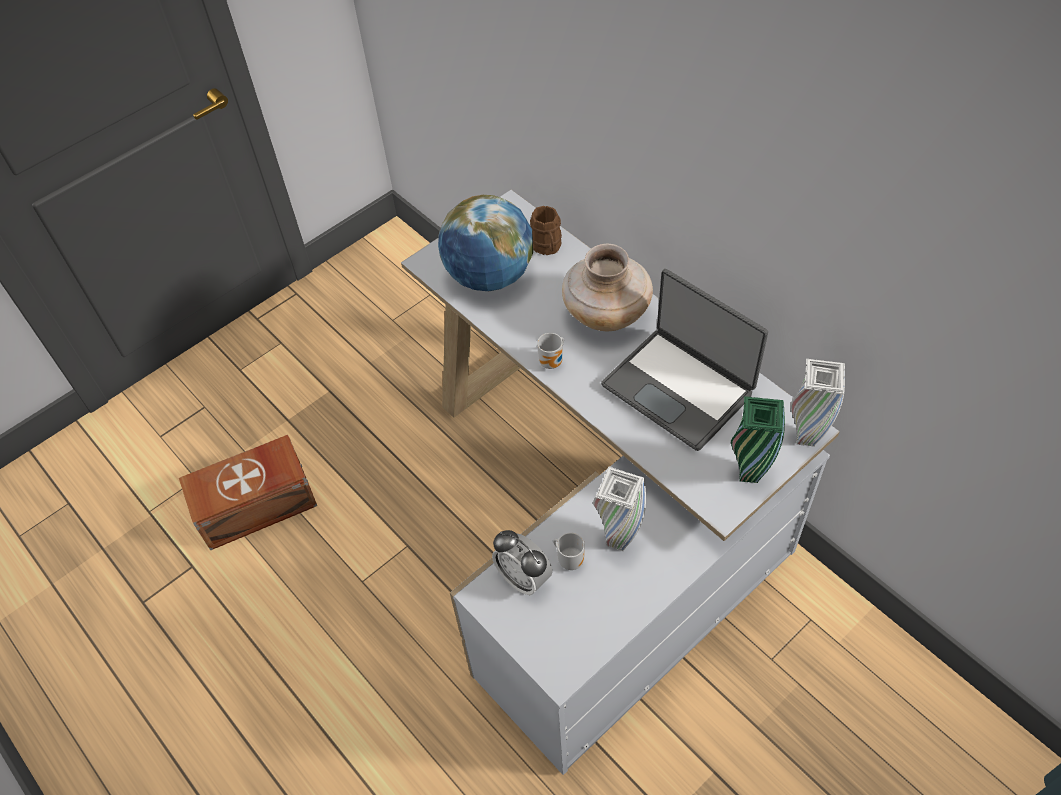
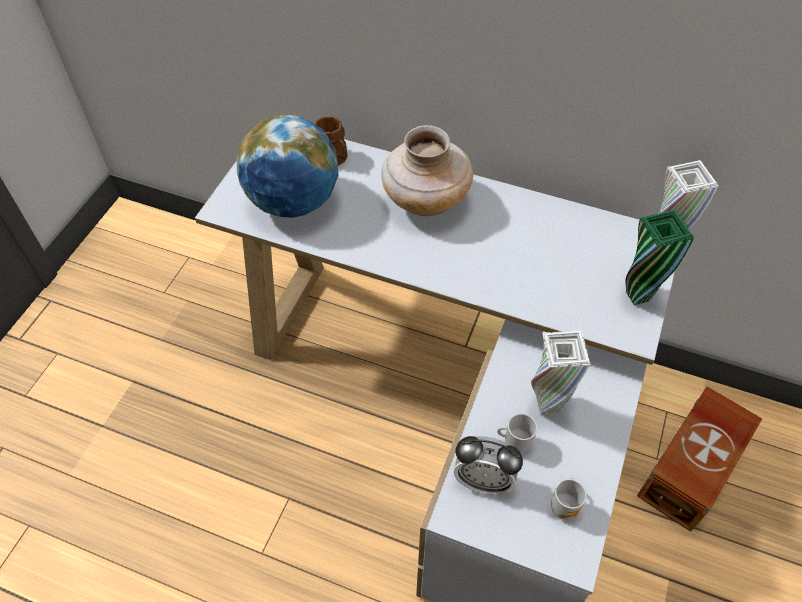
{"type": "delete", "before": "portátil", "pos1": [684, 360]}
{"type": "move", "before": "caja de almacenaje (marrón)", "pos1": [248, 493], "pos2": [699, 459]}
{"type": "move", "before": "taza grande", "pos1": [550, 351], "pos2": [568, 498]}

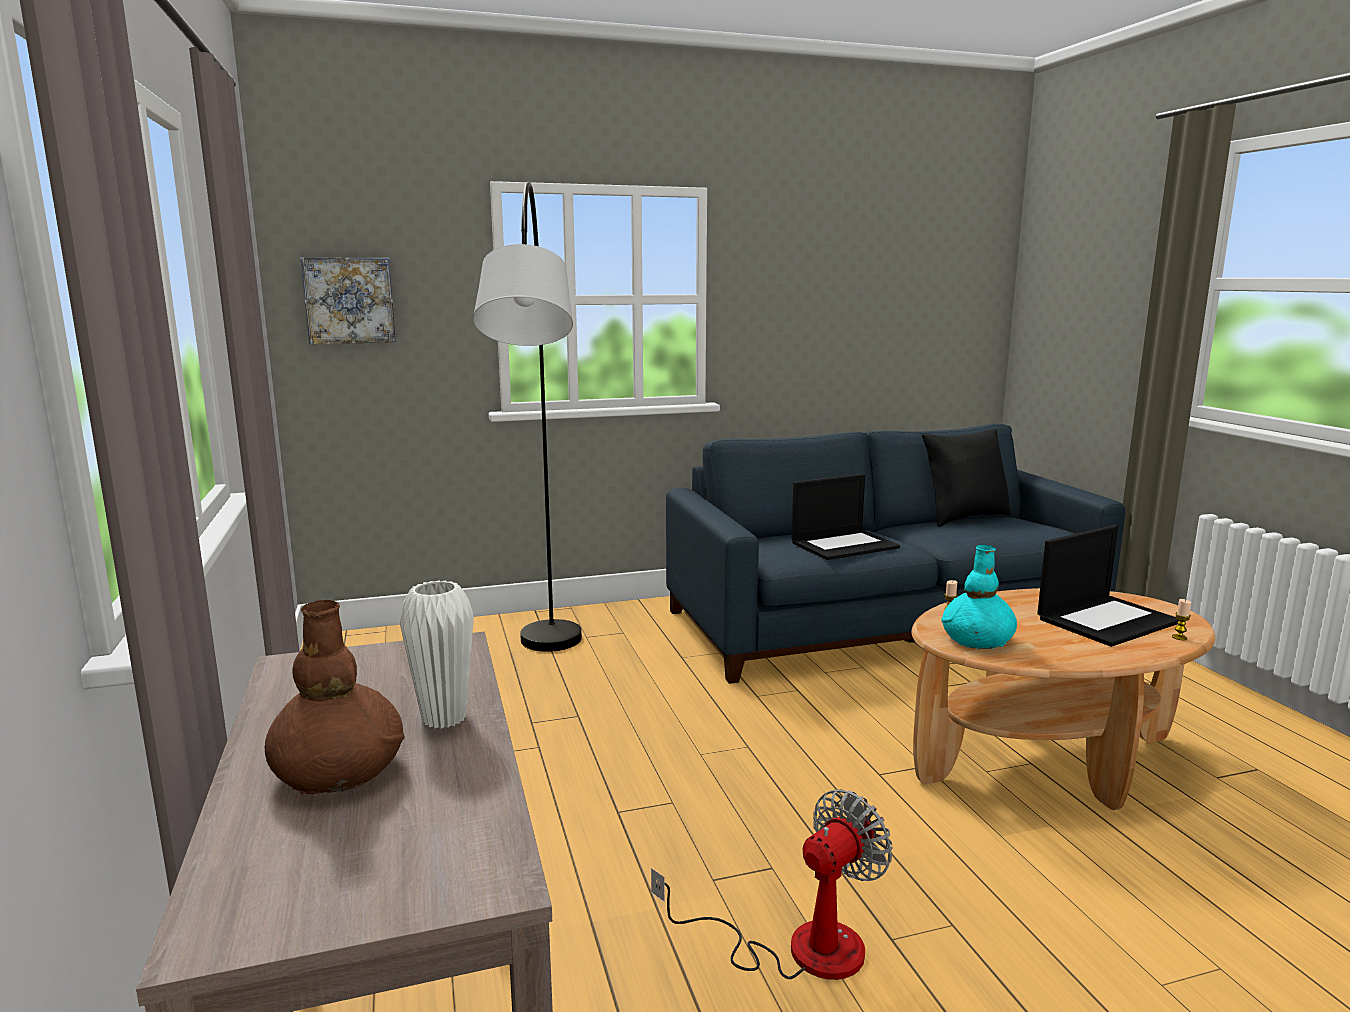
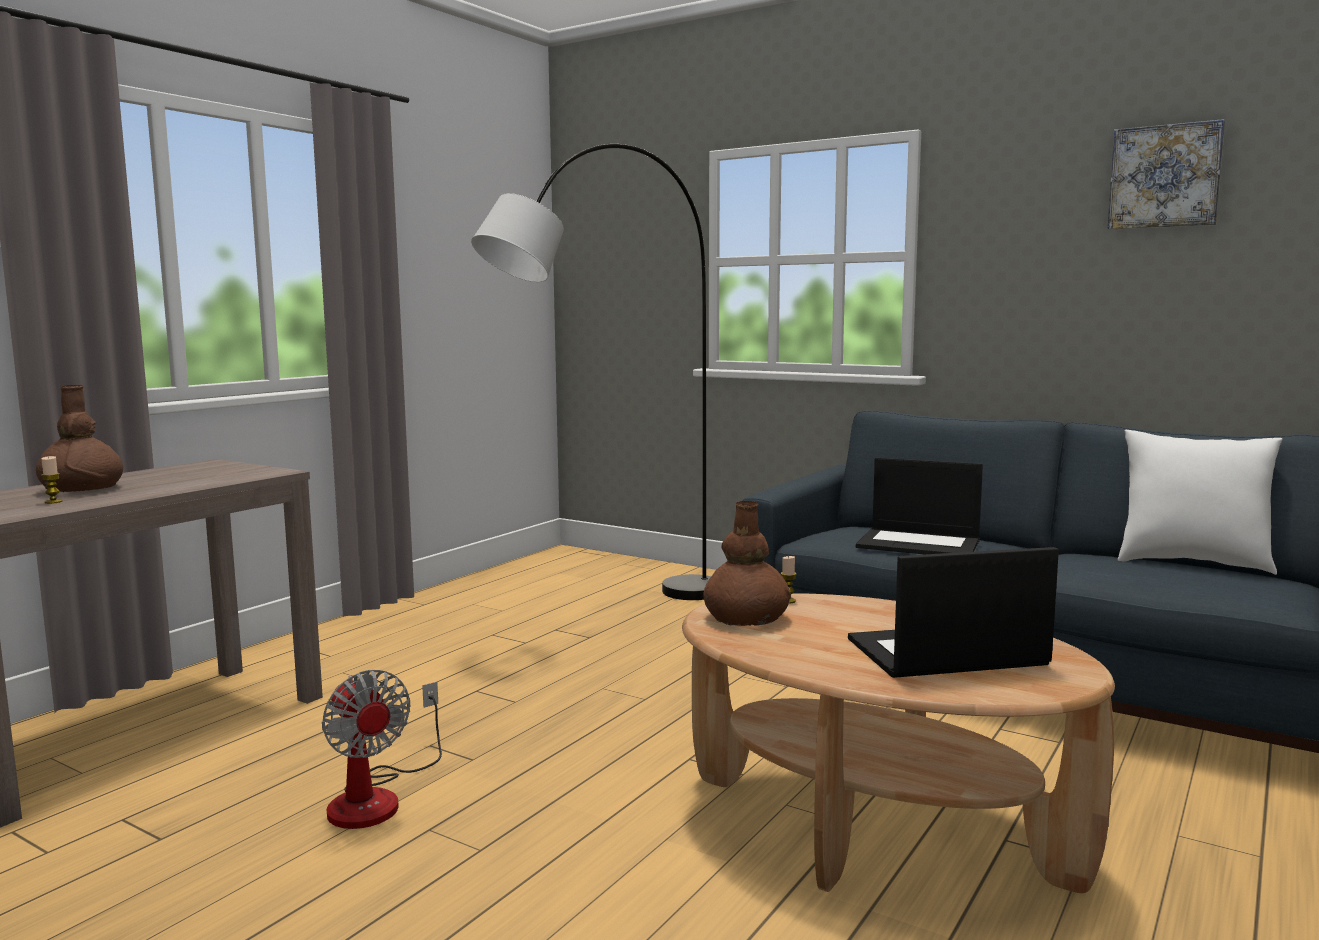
{"type": "delete", "before": "florero (blanco)", "pos1": [437, 654]}
{"type": "move", "before": "cuadro", "pos1": [348, 300], "pos2": [1166, 174]}
{"type": "move", "before": "vela", "pos1": [1181, 619], "pos2": [52, 480]}
{"type": "recolor", "before": "cojín (negro)", "after": "cojín (blanco)", "pos1": [966, 478], "pos2": [1200, 502]}
{"type": "recolor", "before": "florero (turquesa)", "after": "florero (marrón)", "pos1": [979, 597], "pos2": [747, 563]}
{"type": "rotate", "before": "ventilador", "pos1": [772, 884], "pos2": [382, 749], "turn": 45}
{"type": "rotate", "before": "portátil", "pos1": [1108, 586], "pos2": [953, 612], "turn": 150}

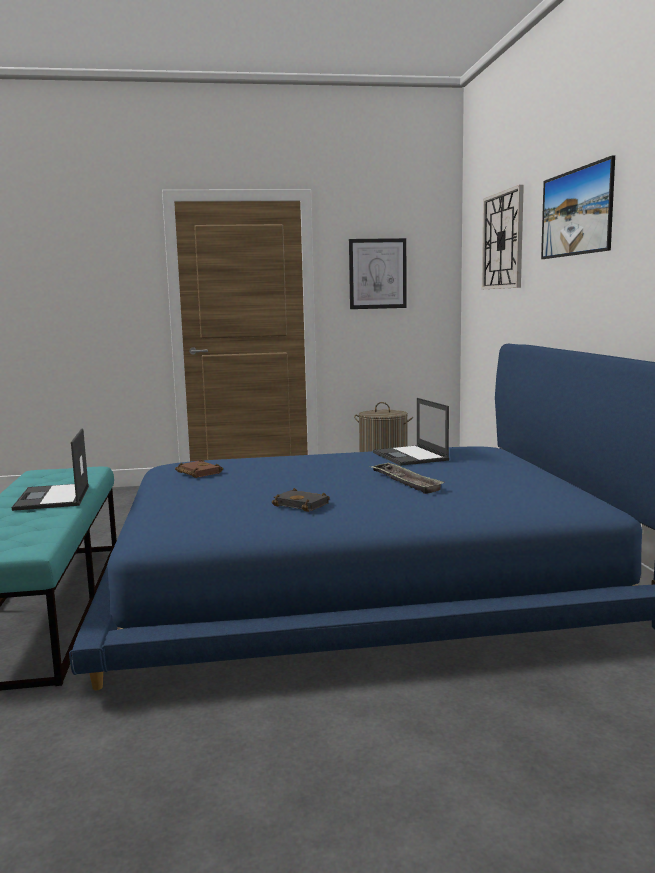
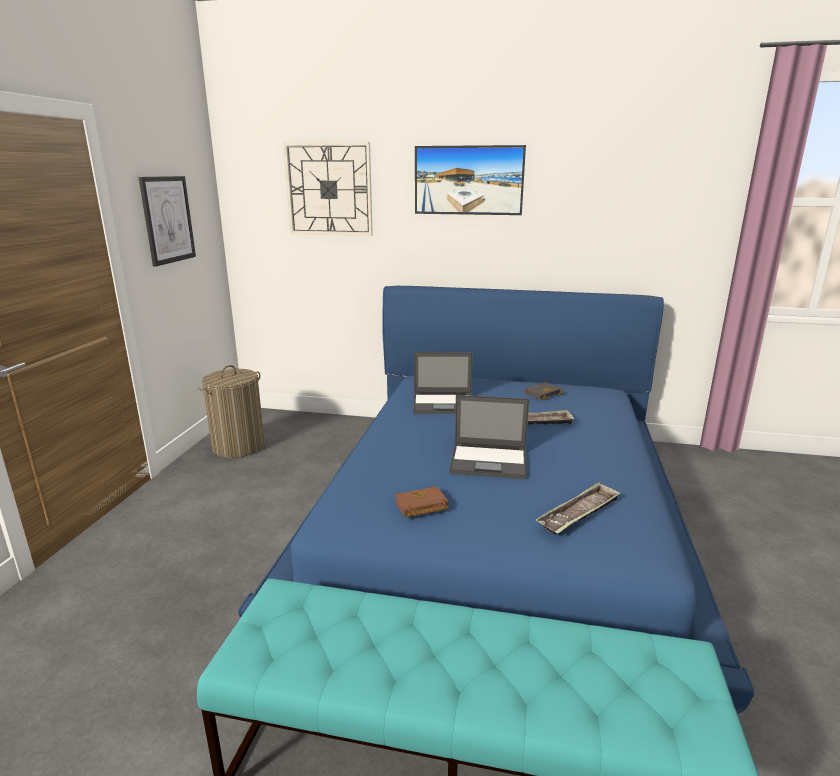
{"type": "insert", "after": "bandeja", "pos2": [578, 508]}
{"type": "move", "before": "portátil", "pos1": [50, 469], "pos2": [489, 437]}
{"type": "move", "before": "libro (negro)", "pos1": [301, 500], "pos2": [544, 391]}

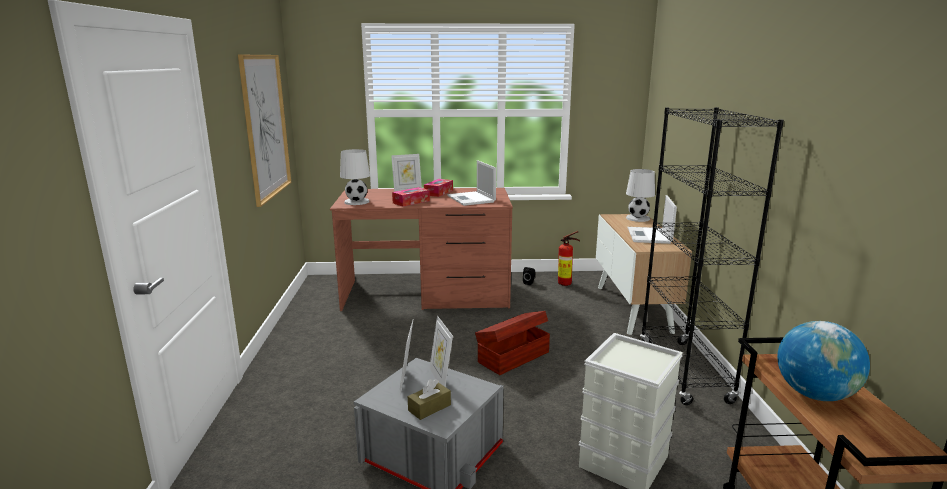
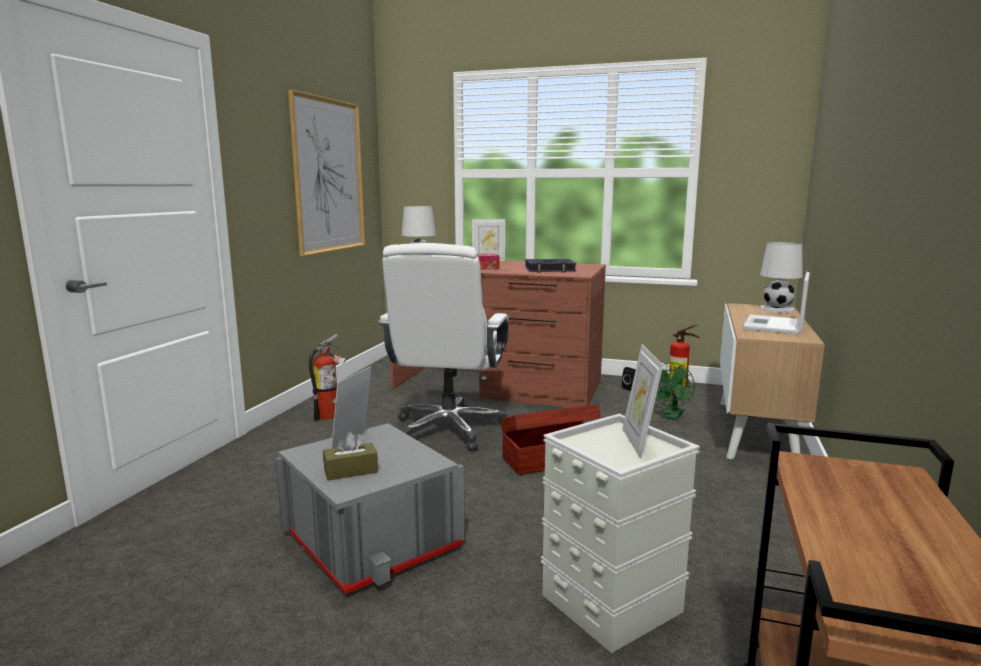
{"type": "delete", "before": "caja de pañuelos", "pos1": [438, 188]}
{"type": "delete", "before": "estantería (negro)", "pos1": [712, 256]}
{"type": "delete", "before": "globo terráqueo", "pos1": [823, 361]}
{"type": "insert", "after": "extintor", "pos2": [328, 377]}
{"type": "insert", "after": "silla de oficina (blanco)", "pos2": [443, 347]}
{"type": "insert", "after": "ventilador (verde)", "pos2": [675, 391]}
{"type": "move", "before": "portarretratos", "pos1": [441, 351], "pos2": [642, 401]}
{"type": "replace", "before": "portátil", "after": "libro", "pos1": [471, 183], "pos2": [551, 266]}

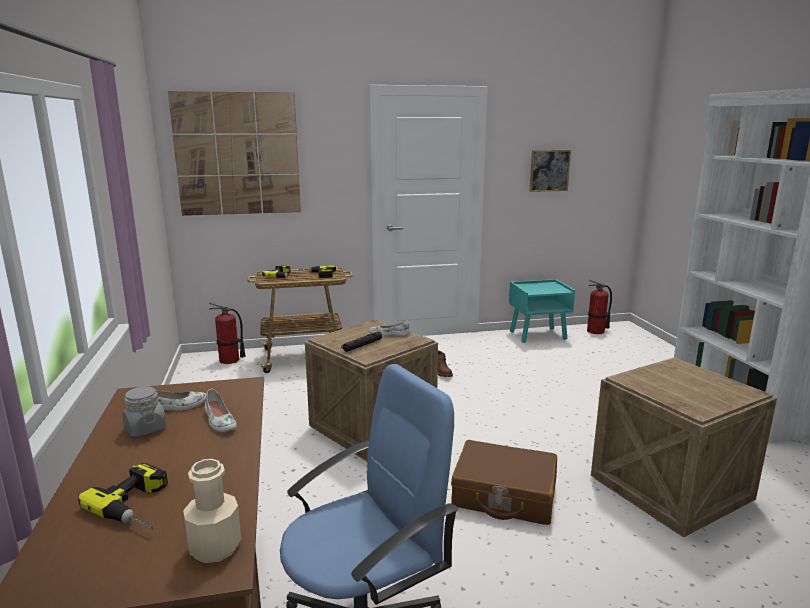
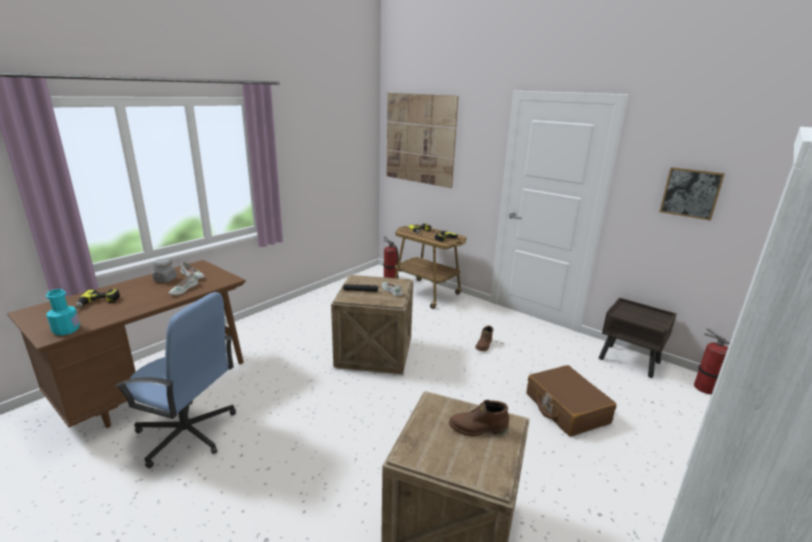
{"type": "insert", "after": "bota (marrón)", "pos2": [479, 418]}
{"type": "move", "before": "maleta (marrón)", "pos1": [504, 482], "pos2": [571, 401]}
{"type": "recolor", "before": "botella (beis)", "after": "botella (turquesa)", "pos1": [212, 511], "pos2": [63, 312]}
{"type": "recolor", "before": "mesita de noche (turquesa)", "after": "mesita de noche (marrón)", "pos1": [542, 311], "pos2": [638, 338]}

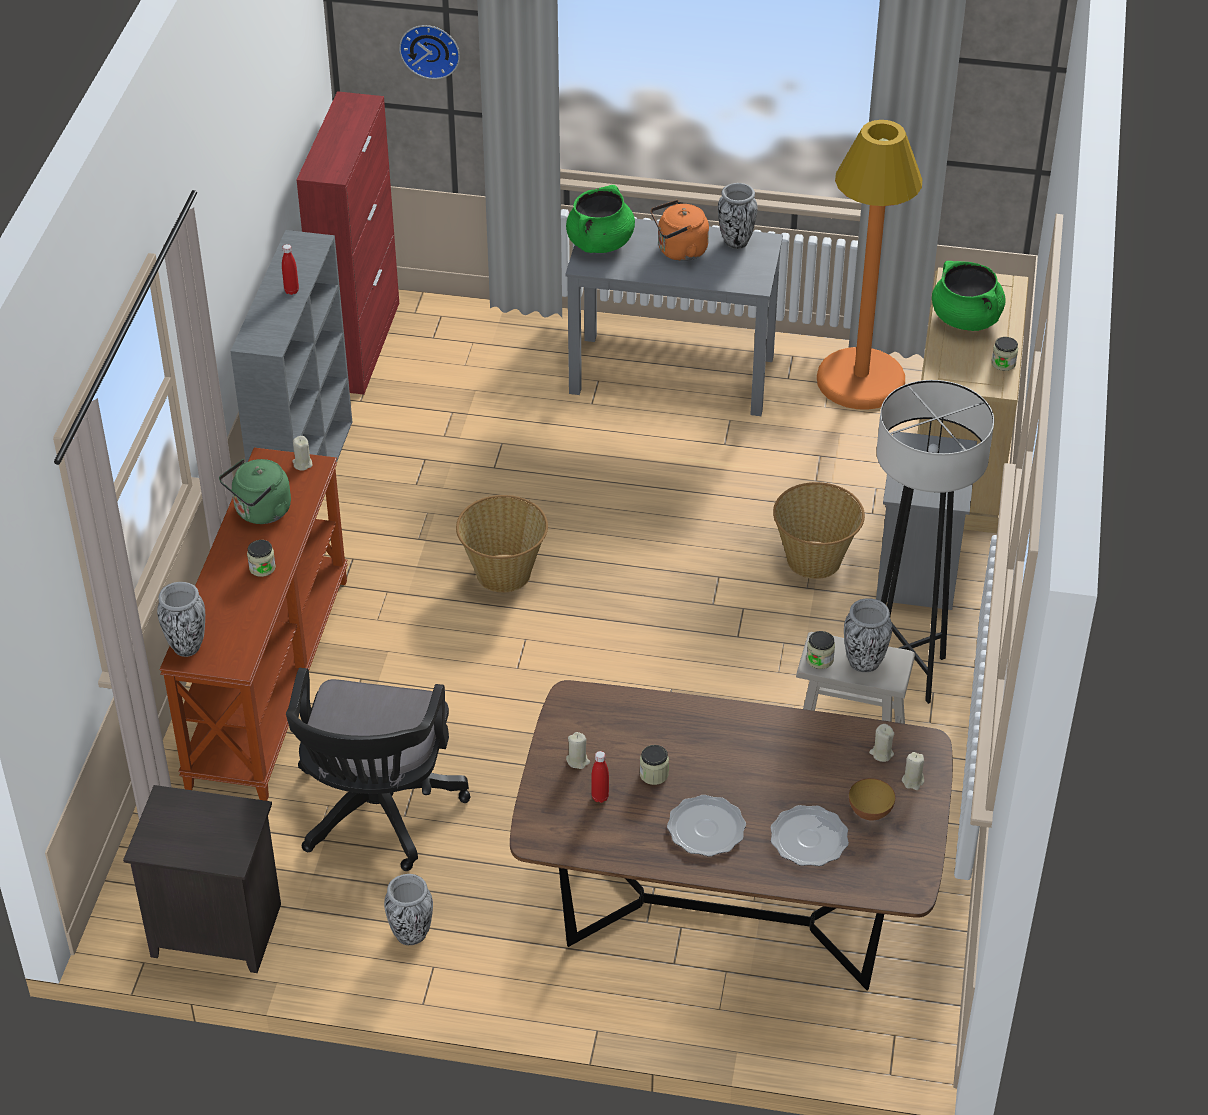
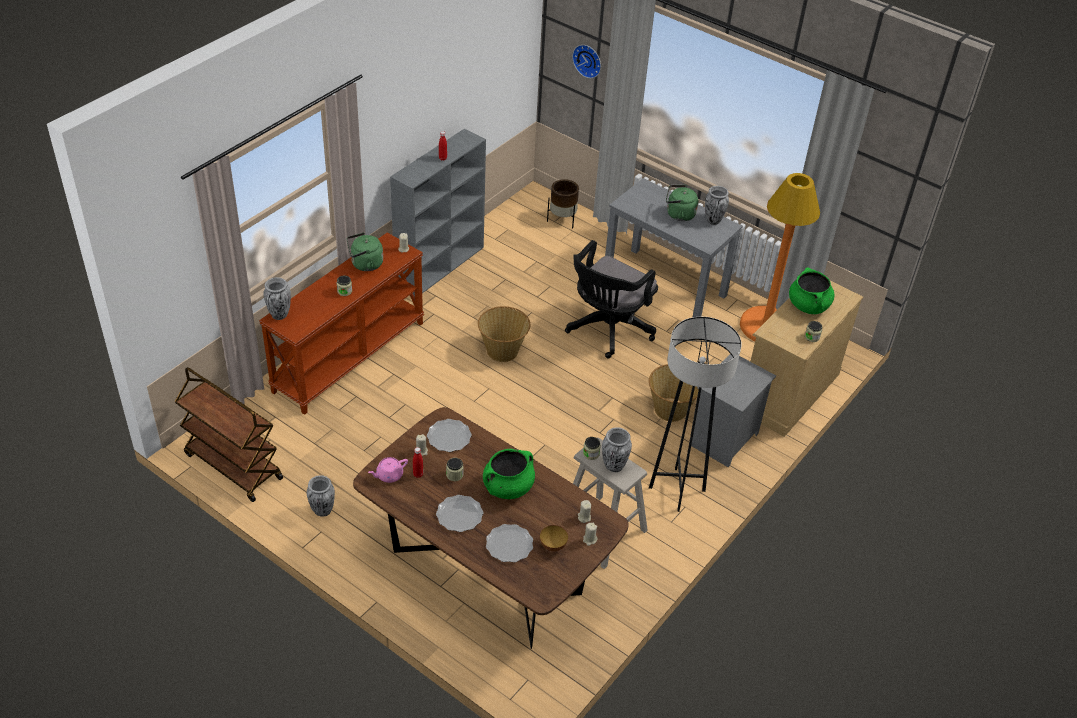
{"type": "delete", "before": "armario (rojo)", "pos1": [347, 243]}
{"type": "insert", "after": "tetera (rosa)", "pos2": [388, 470]}
{"type": "insert", "after": "plato", "pos2": [449, 435]}
{"type": "insert", "after": "maceta (marrón)", "pos2": [563, 204]}
{"type": "move", "before": "silla de oficina (negro)", "pos1": [378, 769], "pos2": [611, 299]}
{"type": "move", "before": "olla (verde)", "pos1": [600, 219], "pos2": [509, 474]}
{"type": "replace", "before": "mesita de noche (negro)", "after": "carrito (marrón)", "pos1": [202, 879], "pos2": [229, 434]}
{"type": "recolor", "before": "hervidor (naranja)", "after": "hervidor (verde)", "pos1": [680, 230], "pos2": [682, 203]}

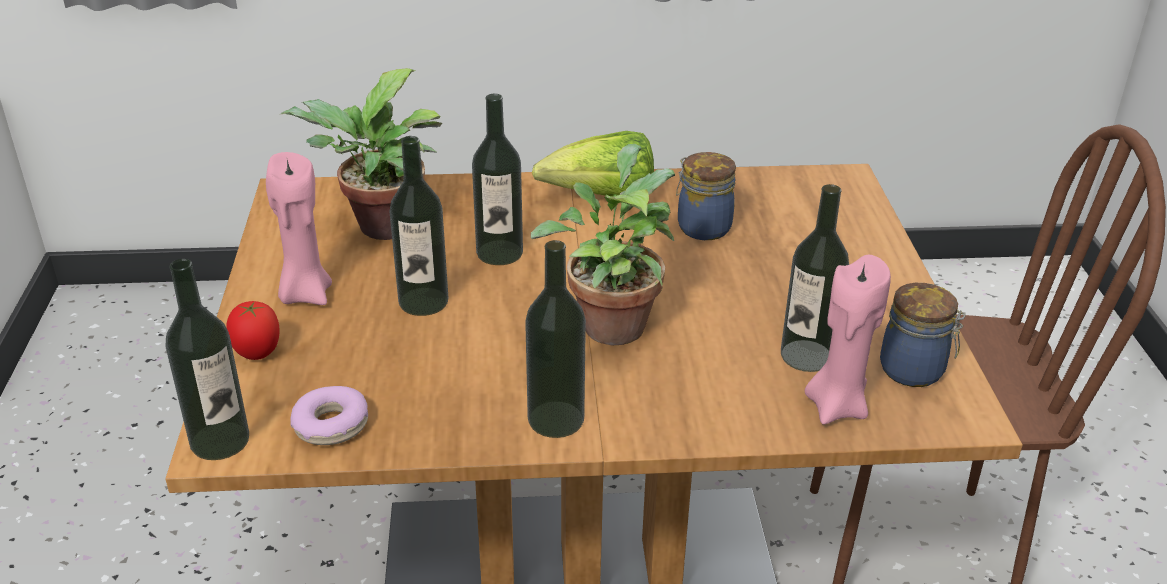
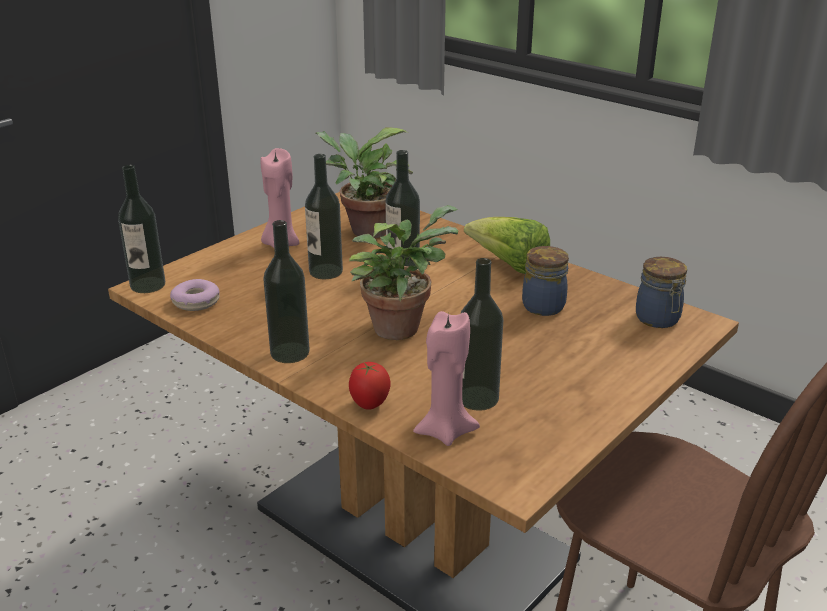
{"type": "move", "before": "tomate", "pos1": [252, 330], "pos2": [370, 386]}
{"type": "move", "before": "tarro", "pos1": [923, 335], "pos2": [661, 292]}

